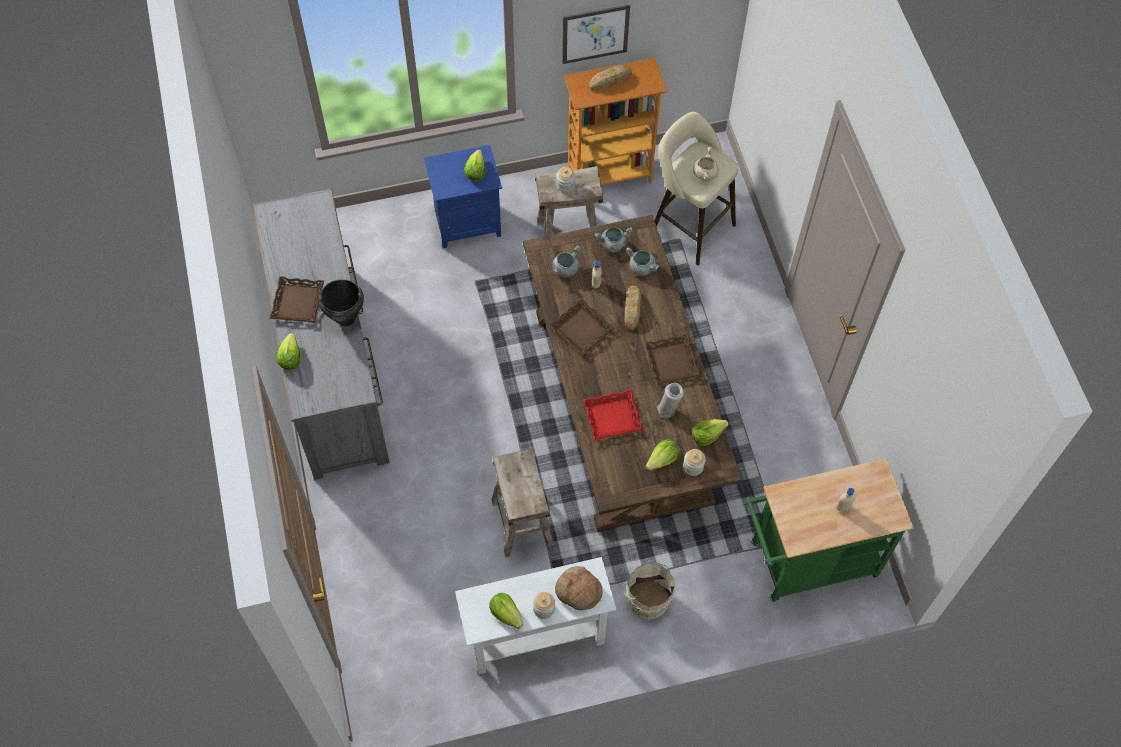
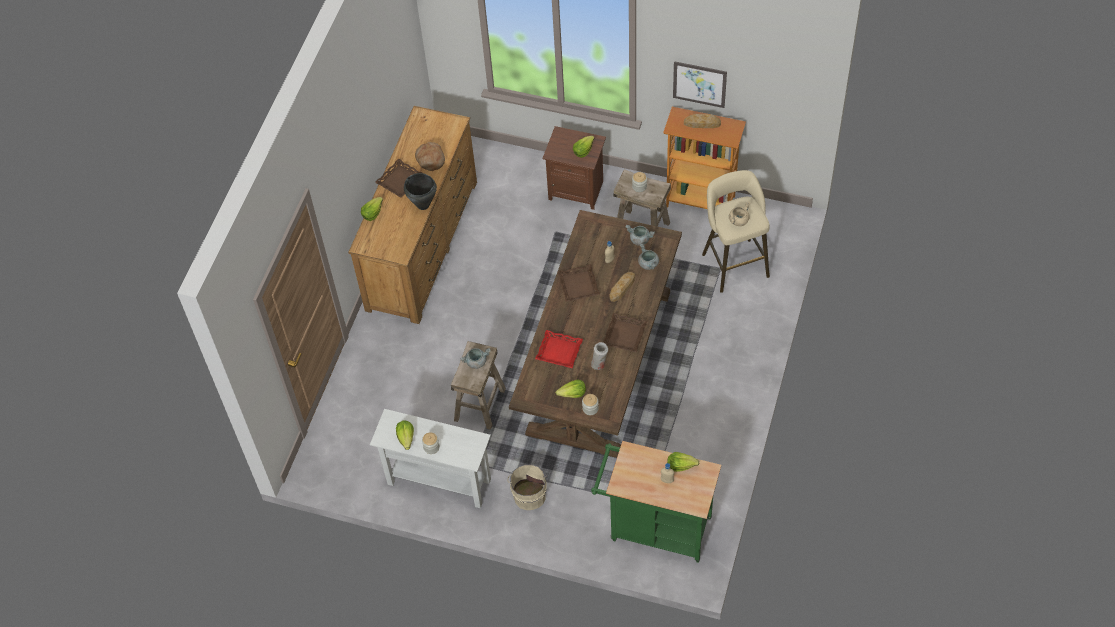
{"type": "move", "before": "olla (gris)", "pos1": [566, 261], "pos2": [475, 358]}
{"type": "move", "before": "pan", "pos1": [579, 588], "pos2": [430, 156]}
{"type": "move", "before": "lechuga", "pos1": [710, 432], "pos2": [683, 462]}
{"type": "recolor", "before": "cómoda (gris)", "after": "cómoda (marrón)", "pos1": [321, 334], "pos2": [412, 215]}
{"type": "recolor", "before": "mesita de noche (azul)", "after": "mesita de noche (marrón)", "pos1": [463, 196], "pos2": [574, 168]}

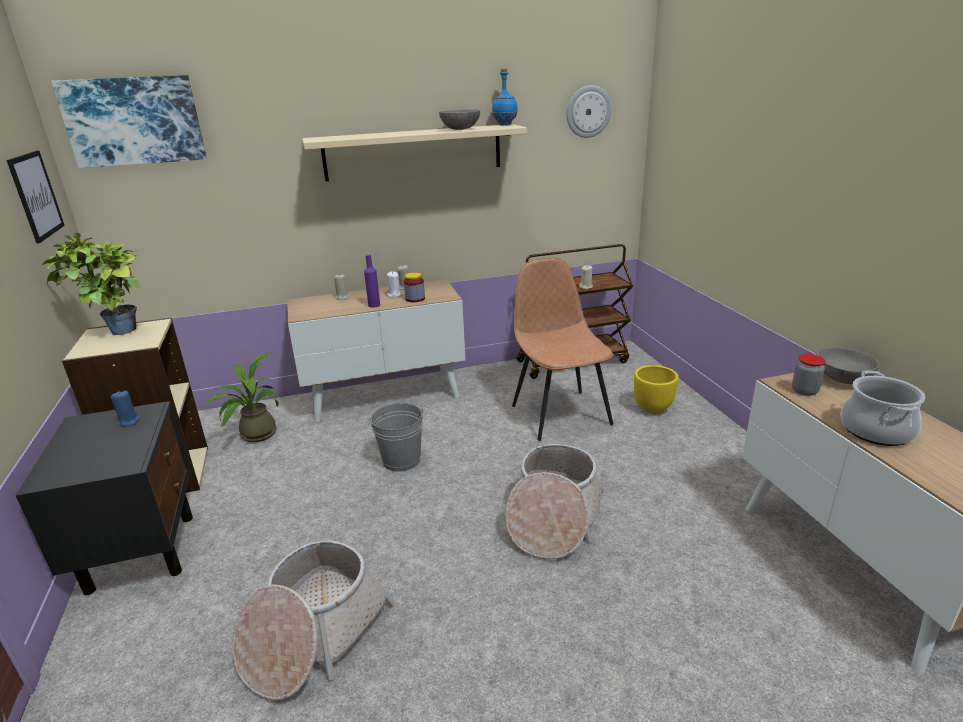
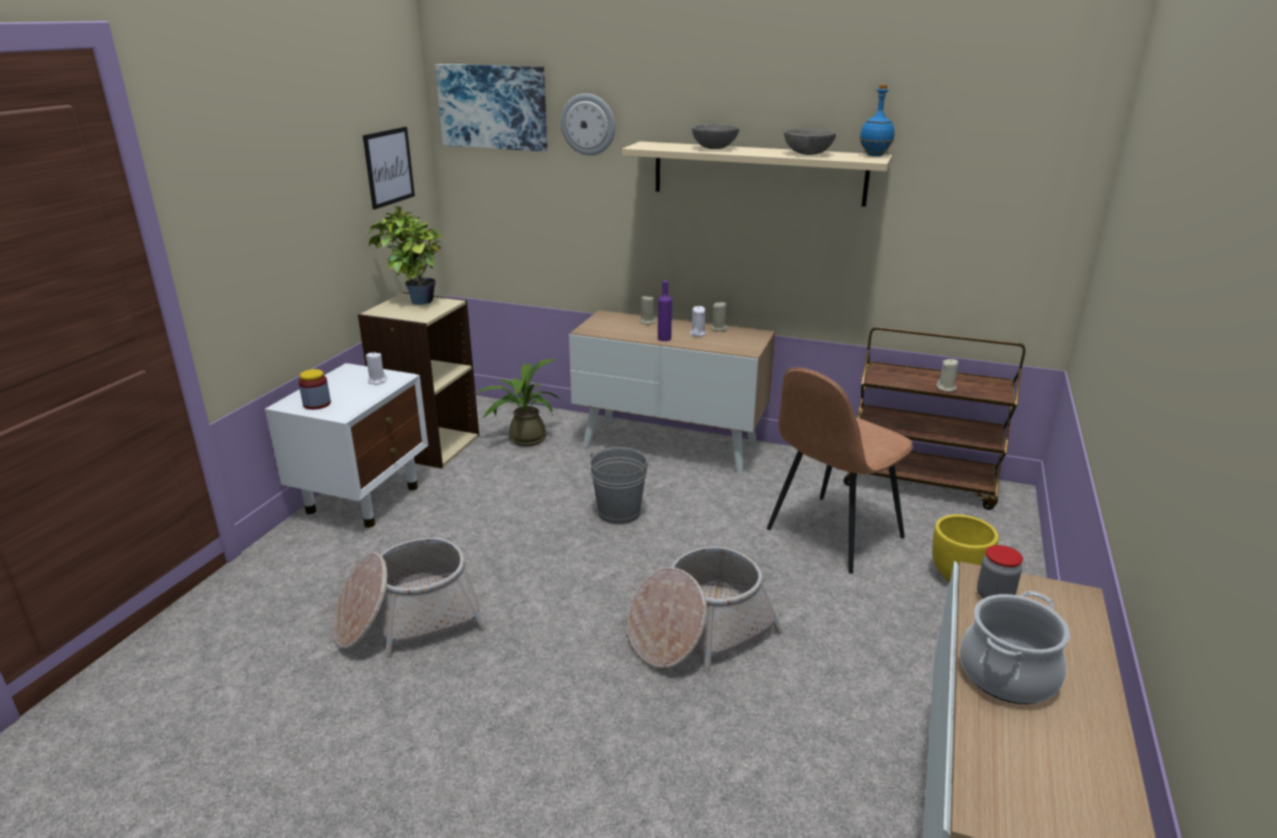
{"type": "move", "before": "tarro", "pos1": [414, 287], "pos2": [315, 389]}
{"type": "move", "before": "reloj de pared", "pos1": [589, 111], "pos2": [588, 124]}
{"type": "move", "before": "cuenco (gris)", "pos1": [847, 365], "pos2": [715, 136]}
{"type": "recolor", "before": "mesita de noche (negro)", "after": "mesita de noche (blanco)", "pos1": [104, 498], "pos2": [346, 445]}
{"type": "recolor", "before": "vela (azul)", "after": "vela (blanco)", "pos1": [125, 409], "pos2": [376, 368]}
{"type": "rotate", "before": "silla (marrón)", "pos1": [562, 349], "pos2": [840, 470], "turn": -150}

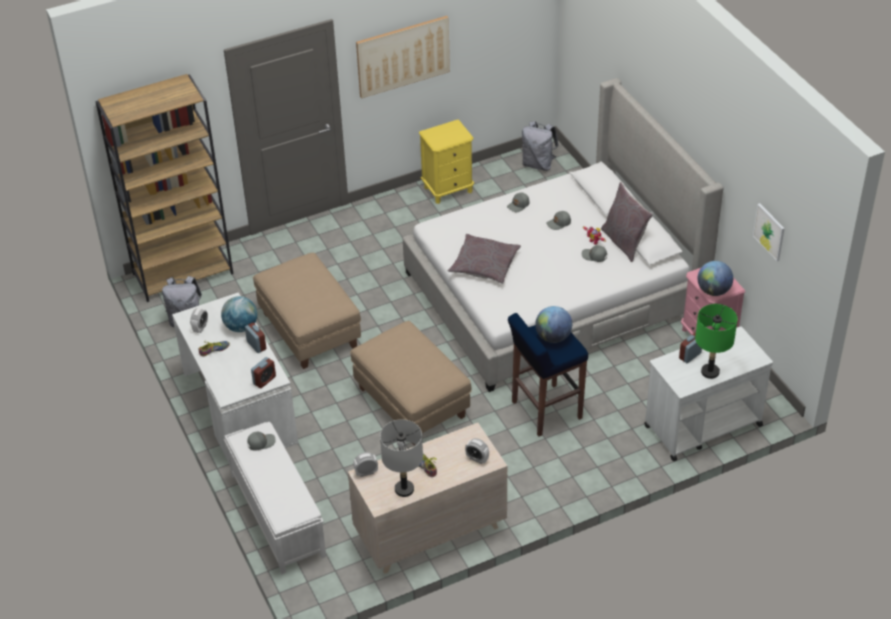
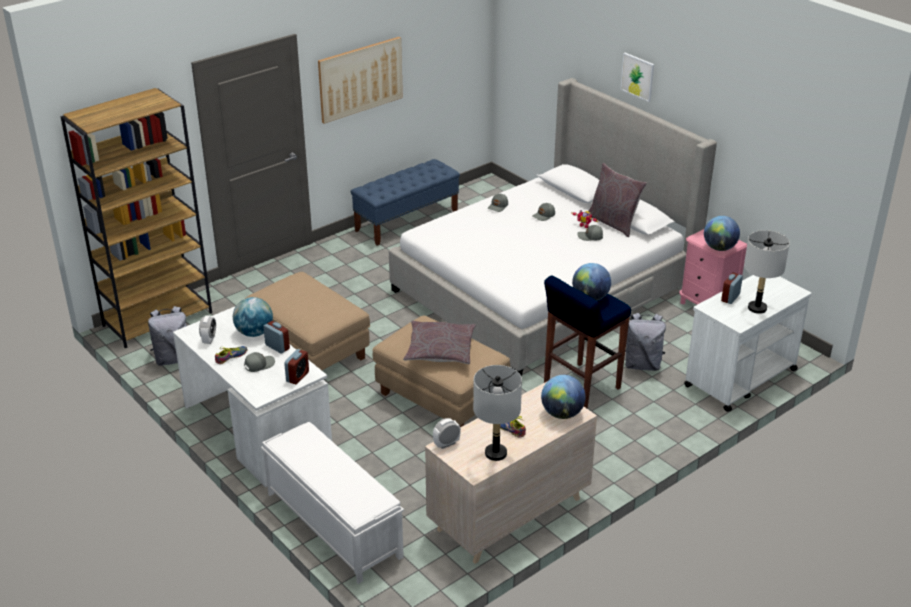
{"type": "move", "before": "gorra (gris)", "pos1": [261, 441], "pos2": [259, 362]}
{"type": "move", "before": "cojín (gris)", "pos1": [484, 259], "pos2": [439, 342]}
{"type": "move", "before": "mochila (gris)", "pos1": [540, 146], "pos2": [645, 342]}
{"type": "move", "before": "cuadro", "pos1": [769, 232], "pos2": [637, 77]}
{"type": "replace", "before": "mesita de noche (amarillo)", "after": "banco (azul)", "pos1": [446, 162], "pos2": [405, 202]}
{"type": "replace", "before": "despertador", "after": "globo terráqueo", "pos1": [477, 451], "pos2": [563, 397]}
{"type": "recolor", "before": "lámpara de mesa (verde)", "after": "lámpara de mesa (gris)", "pos1": [716, 341], "pos2": [767, 272]}

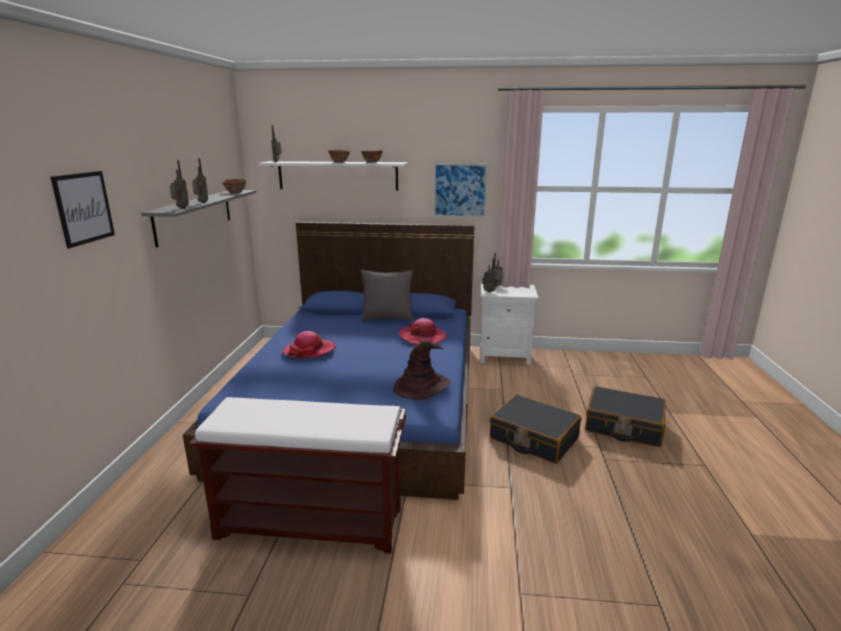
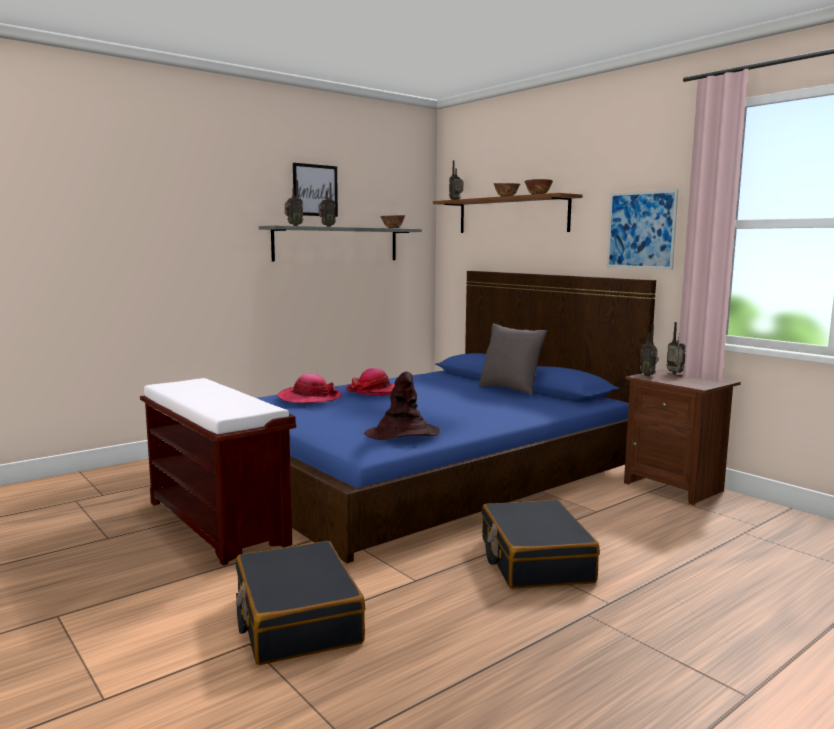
{"type": "move", "before": "cuadro", "pos1": [82, 209], "pos2": [315, 190]}
{"type": "move", "before": "sombrero", "pos1": [423, 331], "pos2": [309, 388]}
{"type": "move", "before": "maleta (negro)", "pos1": [625, 416], "pos2": [300, 603]}
{"type": "recolor", "before": "estante (blanco)", "after": "estante (marrón)", "pos1": [333, 176], "pos2": [507, 213]}
{"type": "recolor", "before": "mesita de noche (blanco)", "after": "mesita de noche (marrón)", "pos1": [510, 324], "pos2": [682, 437]}

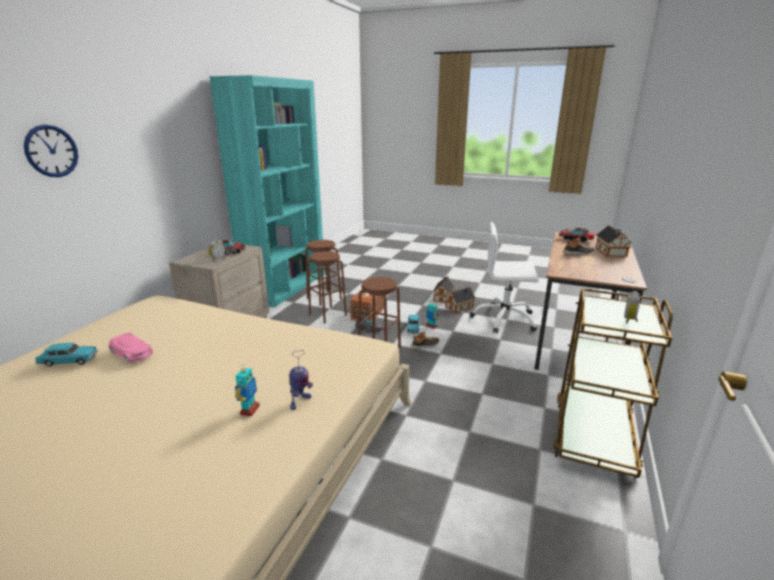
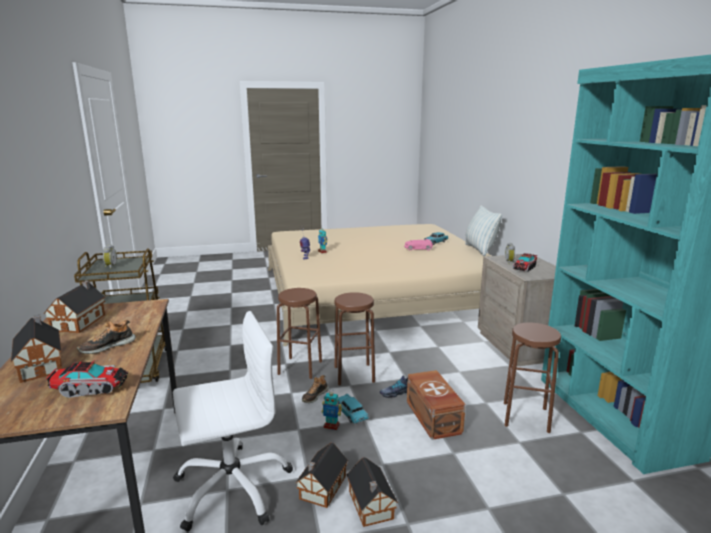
{"type": "delete", "before": "reloj de pared", "pos1": [51, 150]}
{"type": "insert", "after": "casita", "pos2": [74, 307]}
{"type": "insert", "after": "cojín", "pos2": [483, 231]}
{"type": "move", "before": "taburete (marrón)", "pos1": [327, 287], "pos2": [299, 333]}

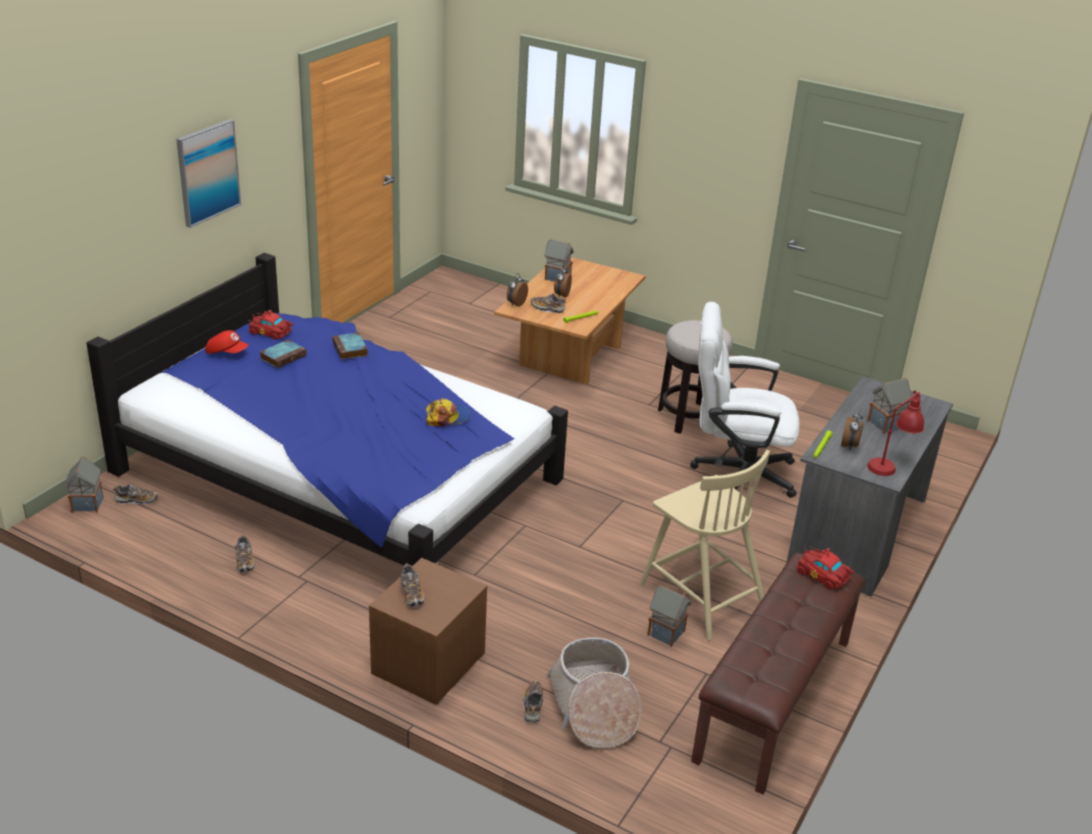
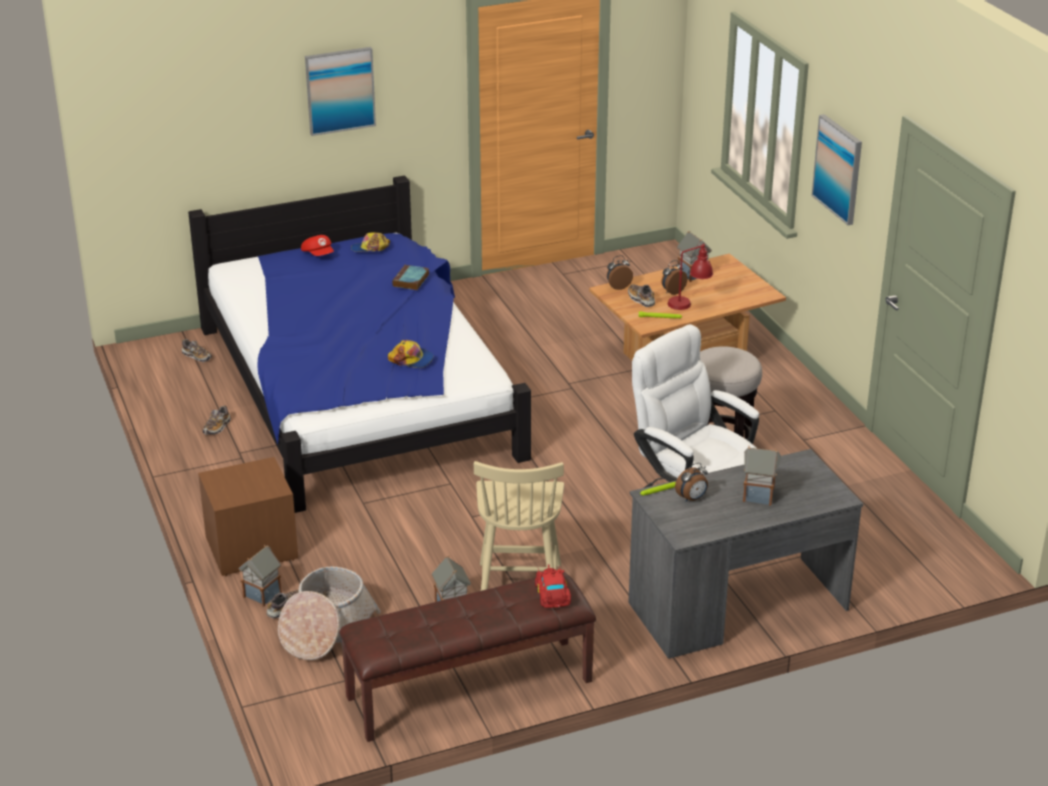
{"type": "delete", "before": "libro", "pos1": [283, 353]}
{"type": "delete", "before": "zapato", "pos1": [412, 585]}
{"type": "insert", "after": "cuadro", "pos2": [836, 169]}
{"type": "move", "before": "casita", "pos1": [84, 484], "pos2": [260, 576]}
{"type": "move", "before": "lámpara de mesa (rojo)", "pos1": [895, 433], "pos2": [690, 276]}
{"type": "replace", "before": "coche de juguete (rojo)", "after": "gorra", "pos1": [270, 325], "pos2": [370, 242]}

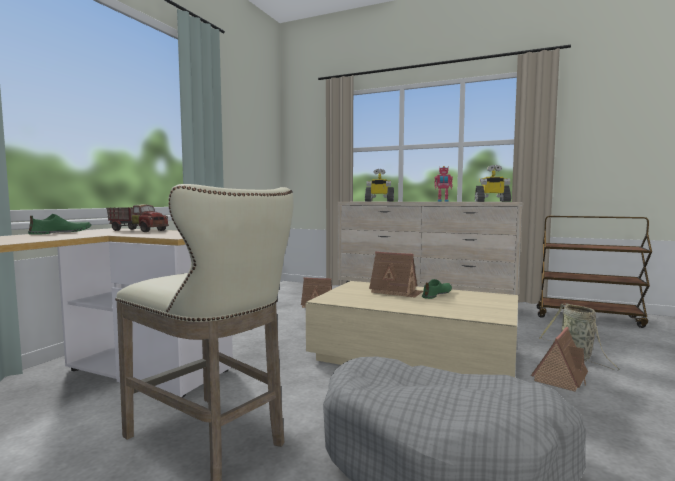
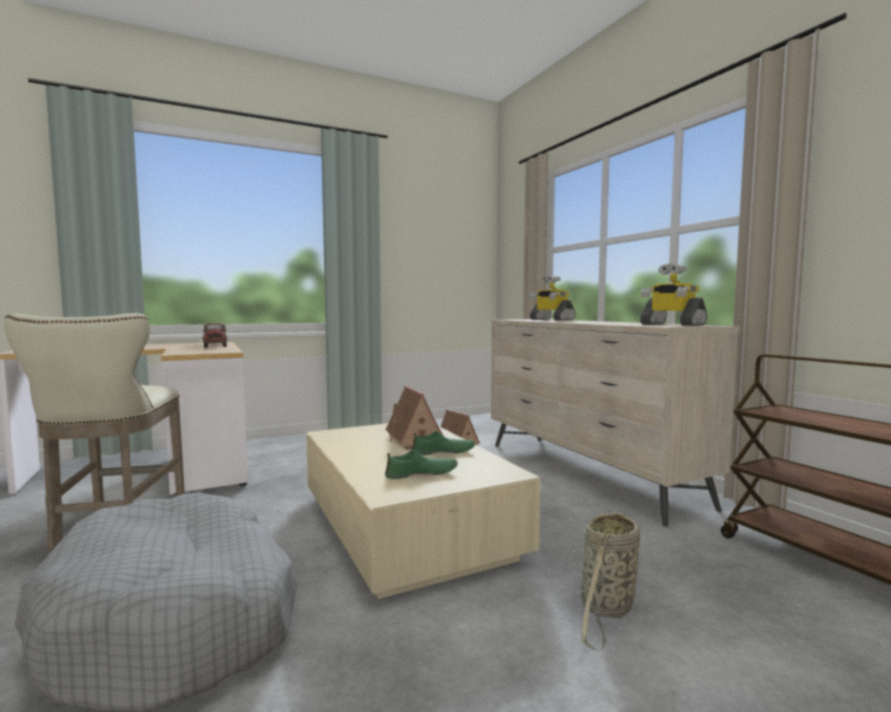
{"type": "delete", "before": "robot de juguete", "pos1": [443, 184]}
{"type": "delete", "before": "casita", "pos1": [559, 359]}
{"type": "move", "before": "zapato (verde)", "pos1": [59, 224], "pos2": [421, 464]}

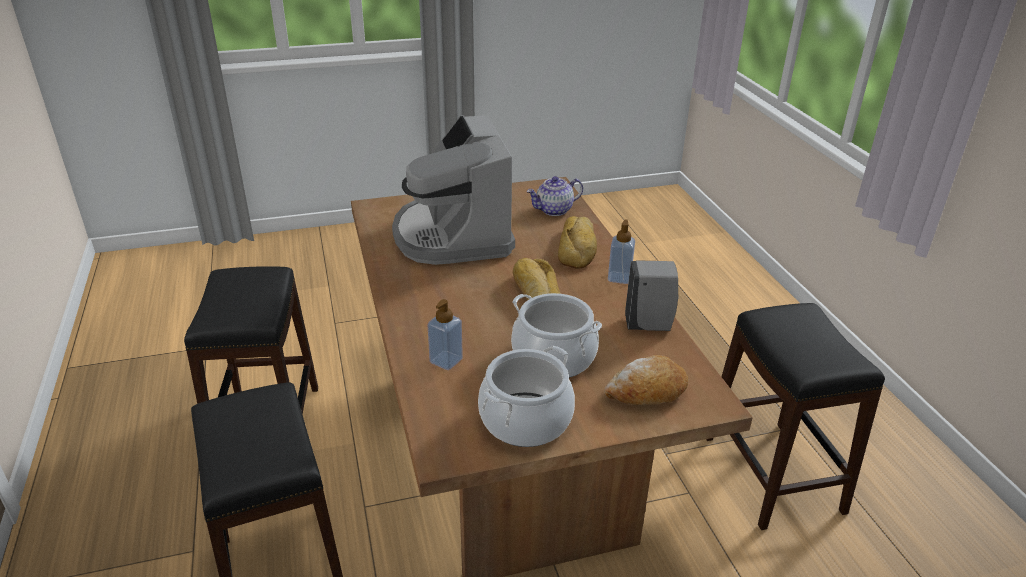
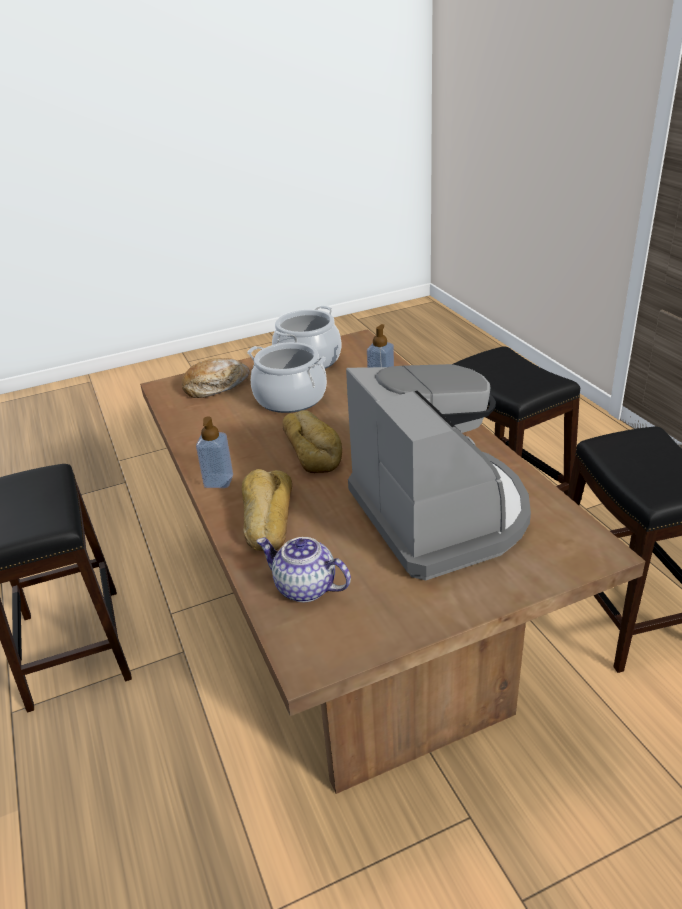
{"type": "delete", "before": "dispensador de jabón (gris)", "pos1": [652, 295]}
{"type": "rotate", "before": "tetera", "pos1": [555, 196], "pos2": [304, 569], "turn": -120}

